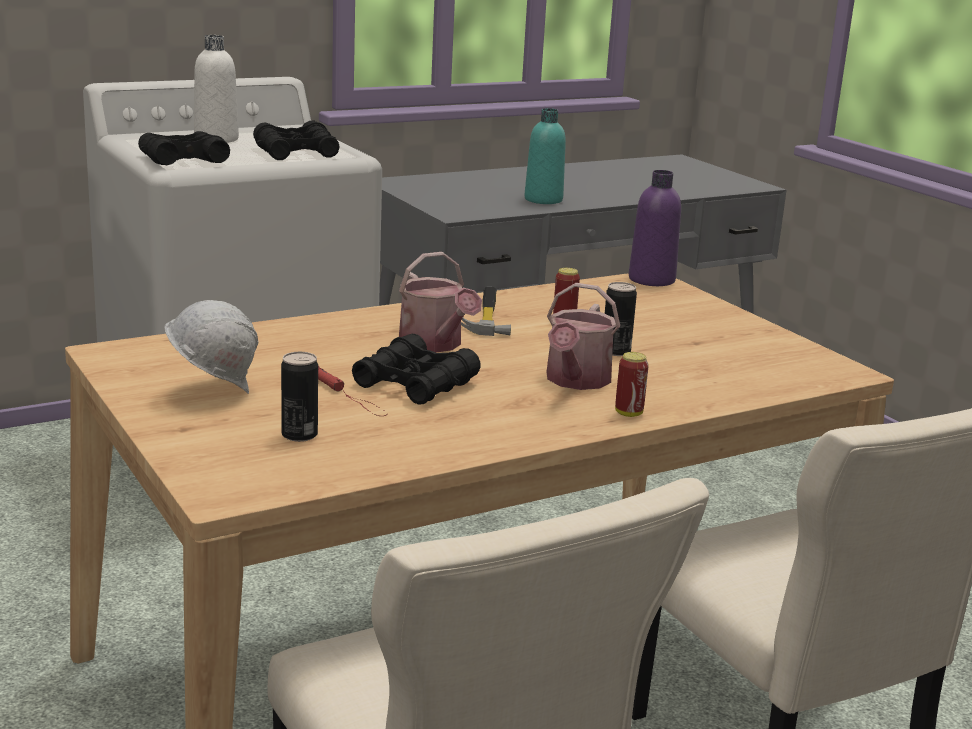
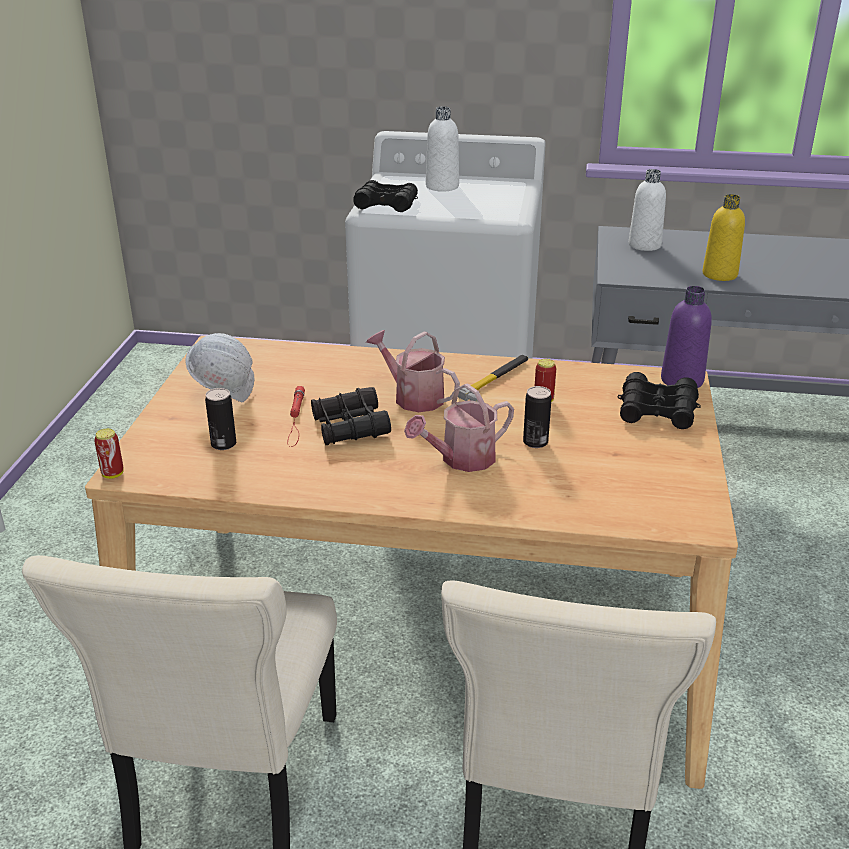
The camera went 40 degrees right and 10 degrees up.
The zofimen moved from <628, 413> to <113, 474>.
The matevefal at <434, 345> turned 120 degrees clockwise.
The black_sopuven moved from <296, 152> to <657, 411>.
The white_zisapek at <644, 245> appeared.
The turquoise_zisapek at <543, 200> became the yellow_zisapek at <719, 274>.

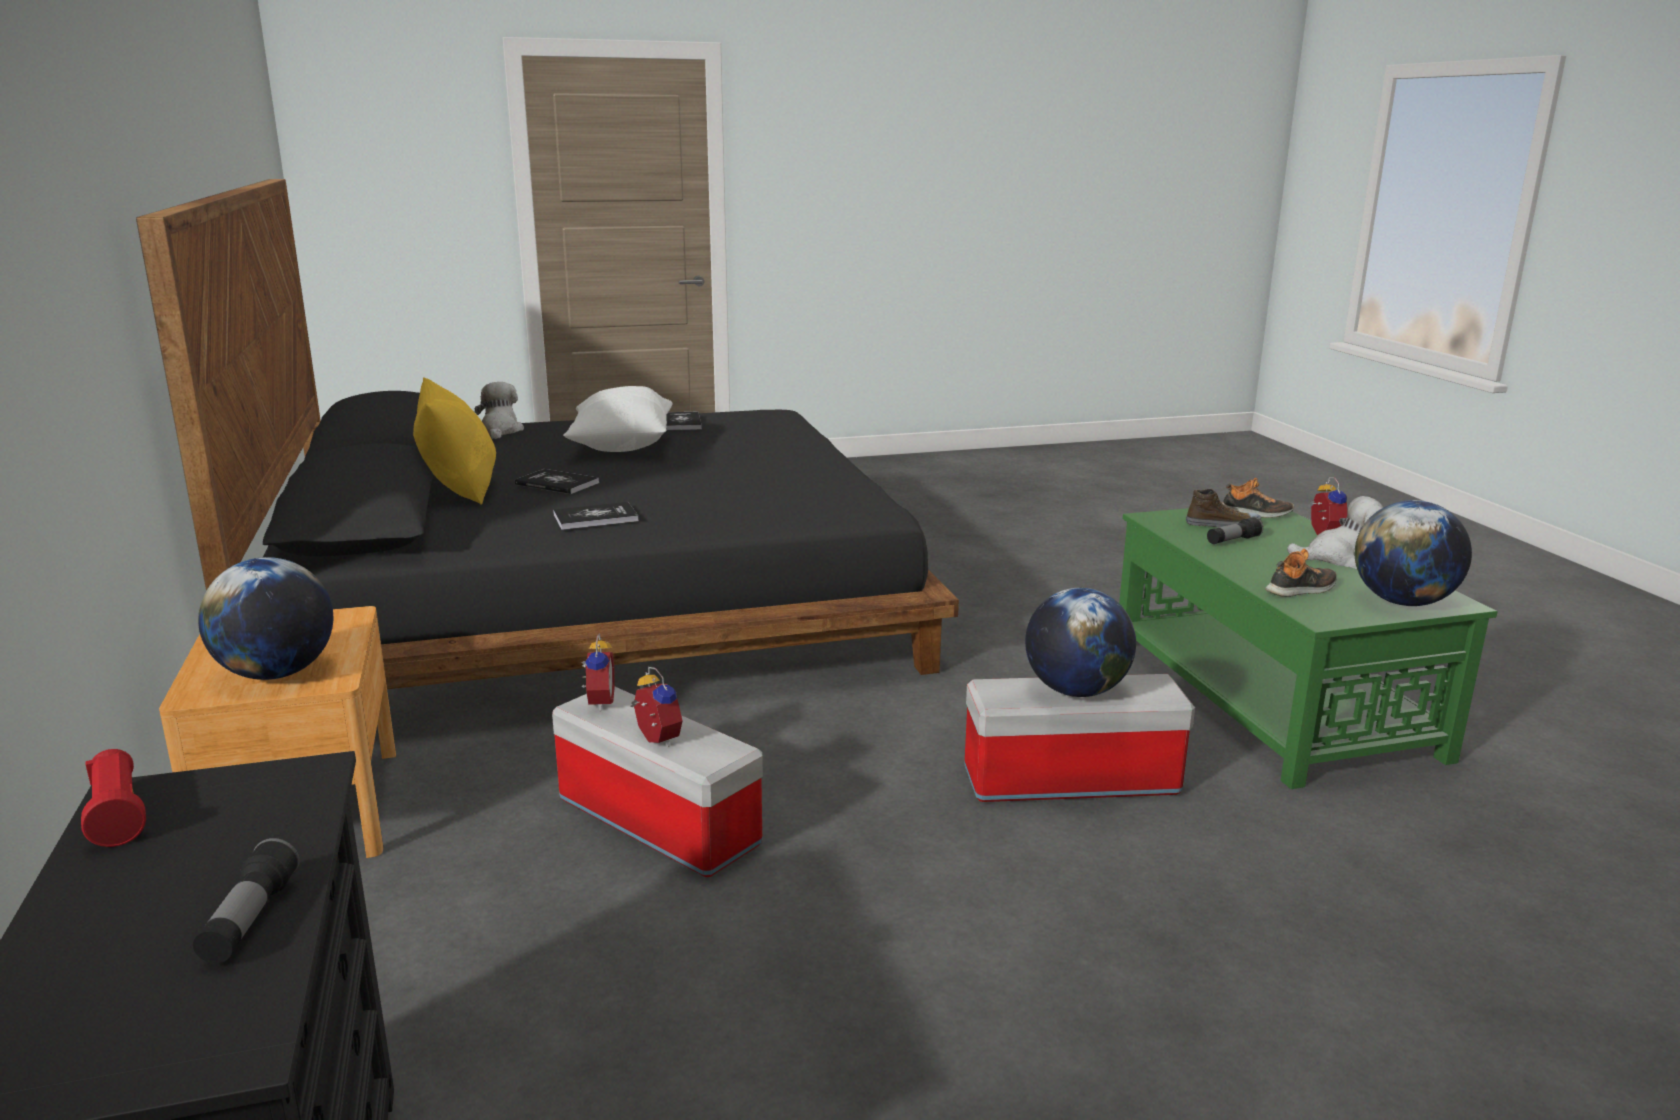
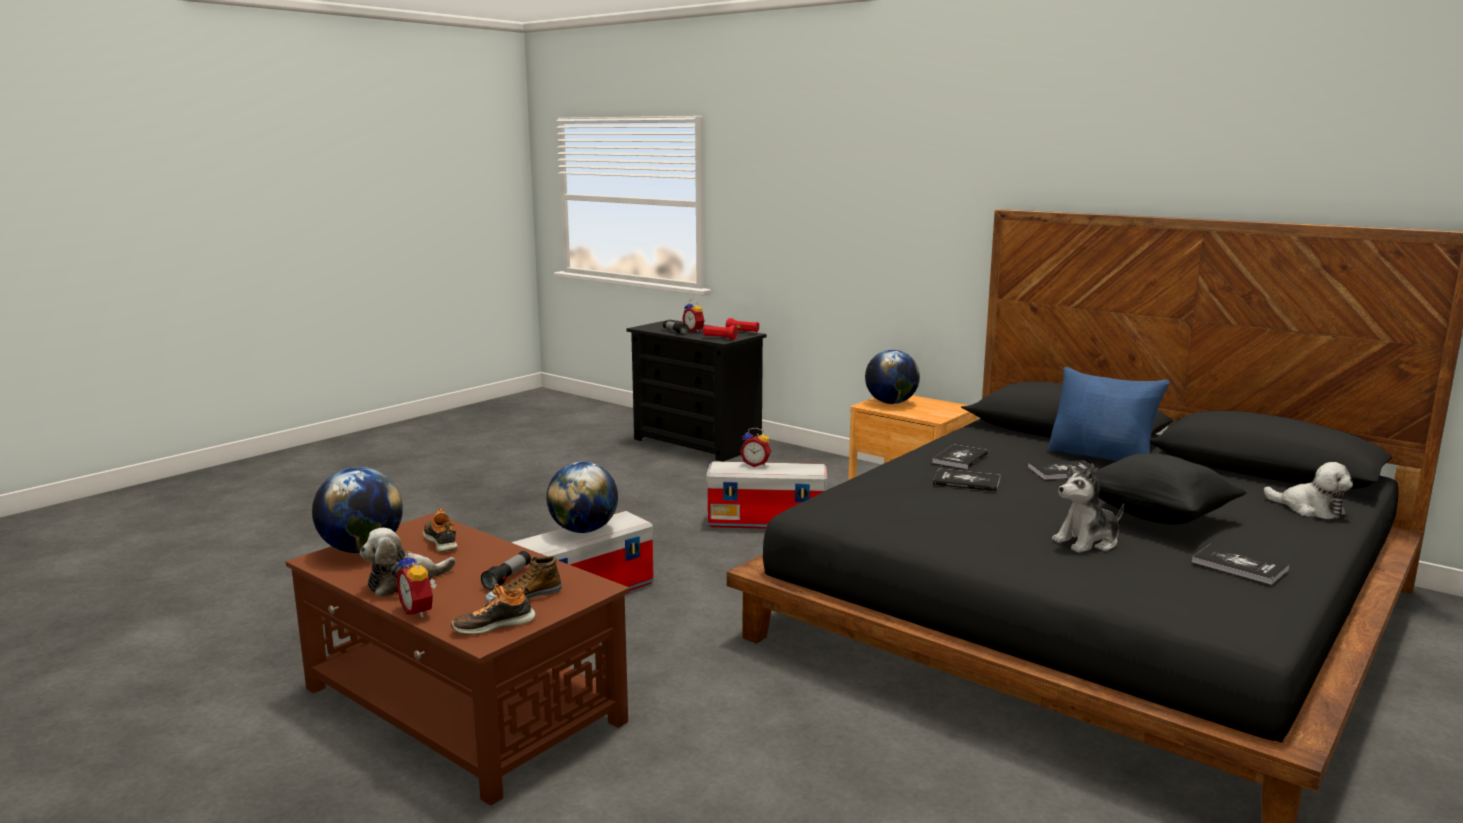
The camera went 145 degrees right and 5 degrees down.
The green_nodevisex at <1269, 696> became the brown_nodevisex at <463, 706>.
The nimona at <1302, 590> turned 120 degrees clockwise.
The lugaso moved from <597, 702> to <694, 330>.
The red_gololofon at <719, 338> appeared.
The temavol at <966, 482> appeared.
The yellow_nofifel at <460, 490> became the blue_nofifel at <1102, 457>.
The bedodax at <1087, 542> appeared.
The white_nofifel at <622, 447> became the black_nofifel at <1157, 517>.

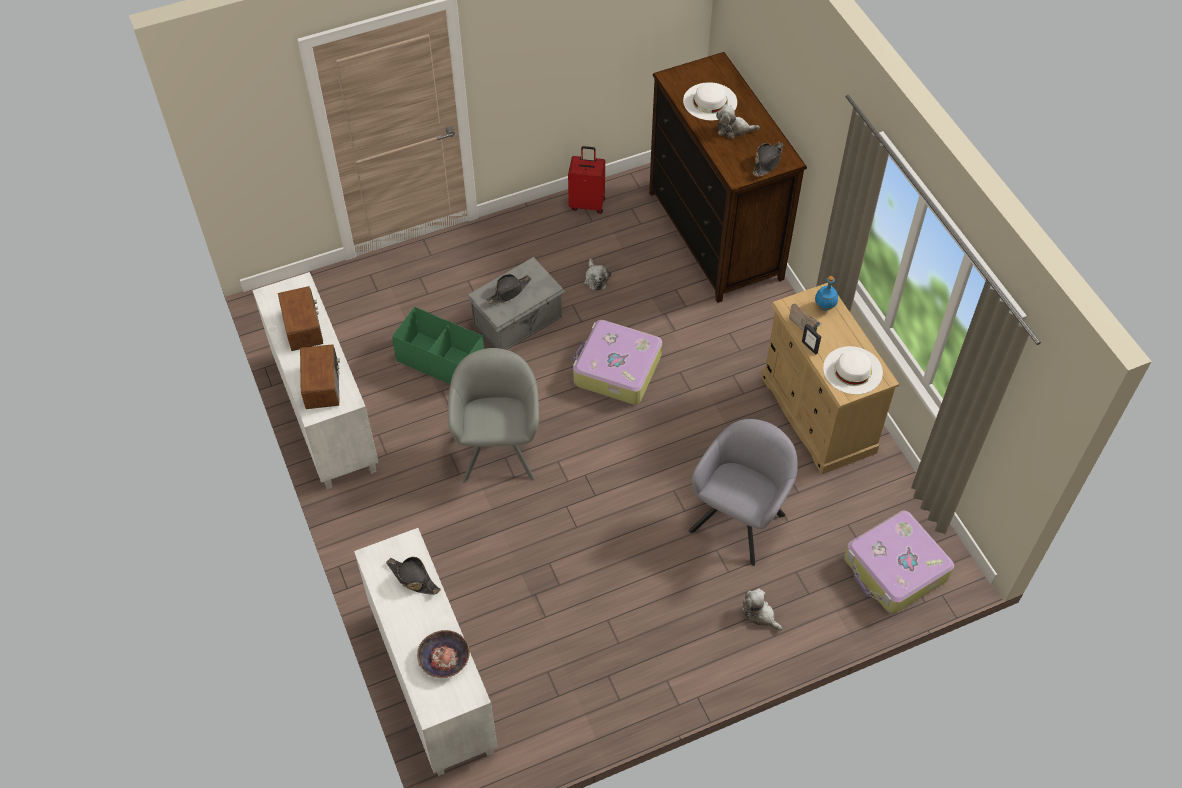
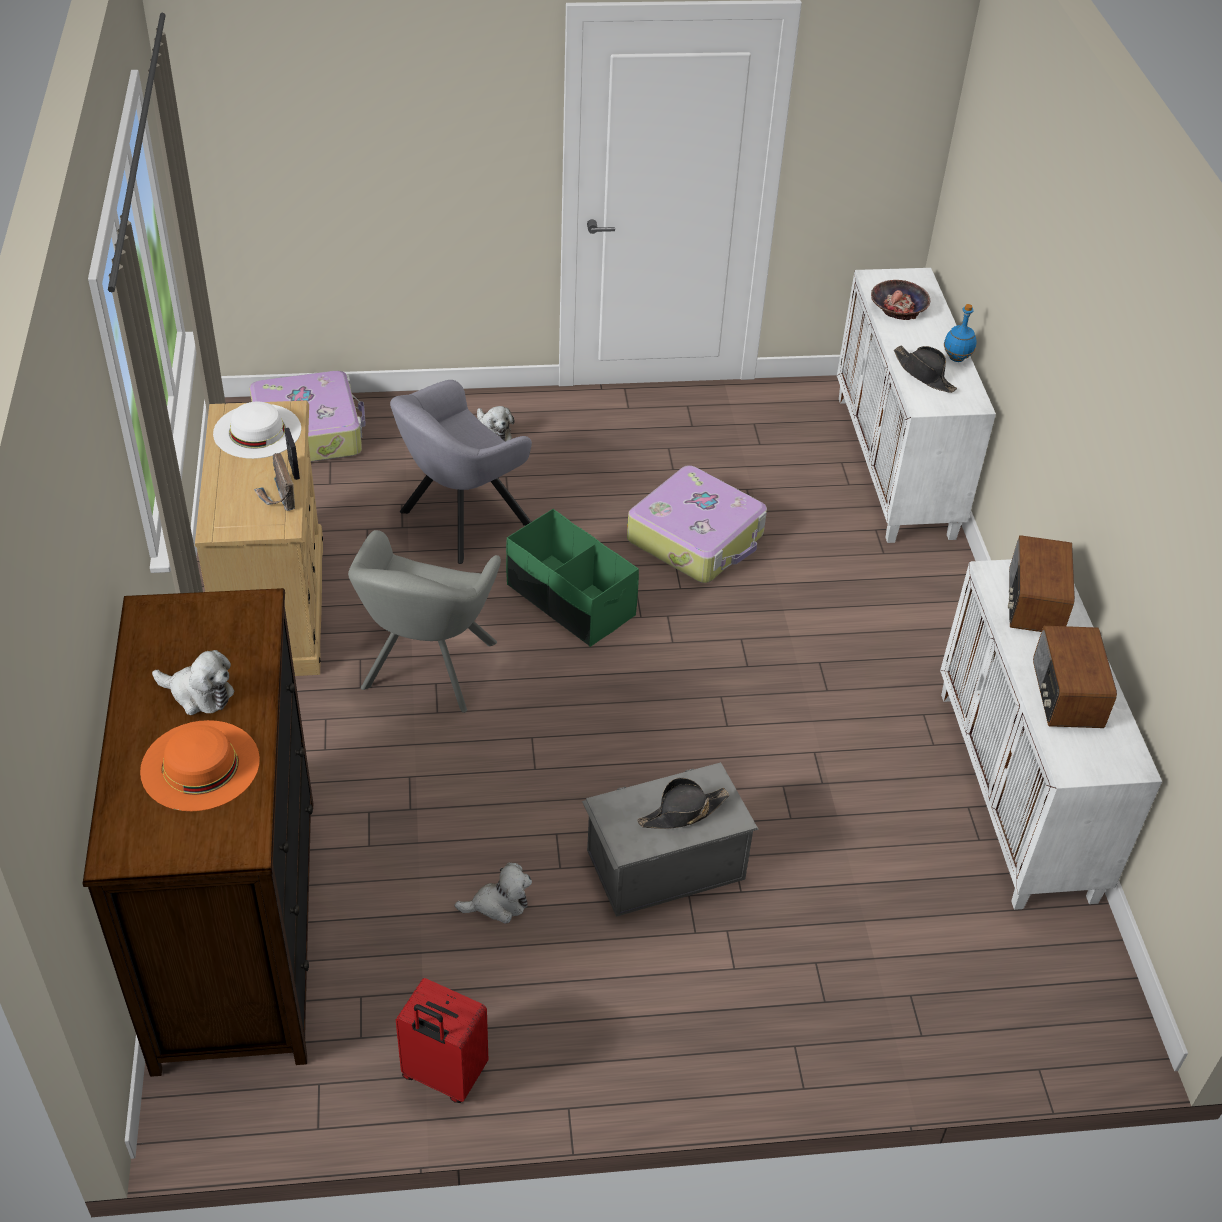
The camera went 165 degrees left and 10 degrees down.
The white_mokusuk at <710, 101> became the orange_mokusuk at <200, 765>.
The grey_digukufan moved from <498, 448> to <426, 670>.
The bedodax at <596, 279> turned 75 degrees clockwise.
The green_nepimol moved from <441, 361> to <570, 600>.
The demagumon moved from <616, 370> to <697, 538>.
The blue_zisapek moved from <824, 307> to <956, 358>.
The black_mokusuk at <767, 162> disappeared.

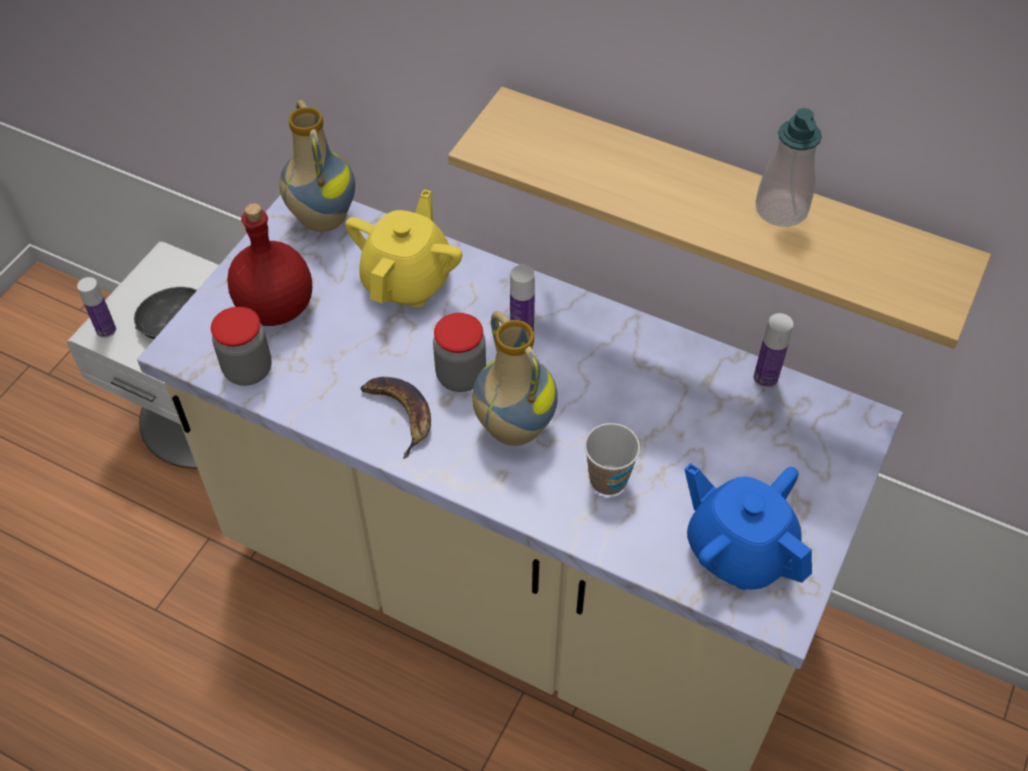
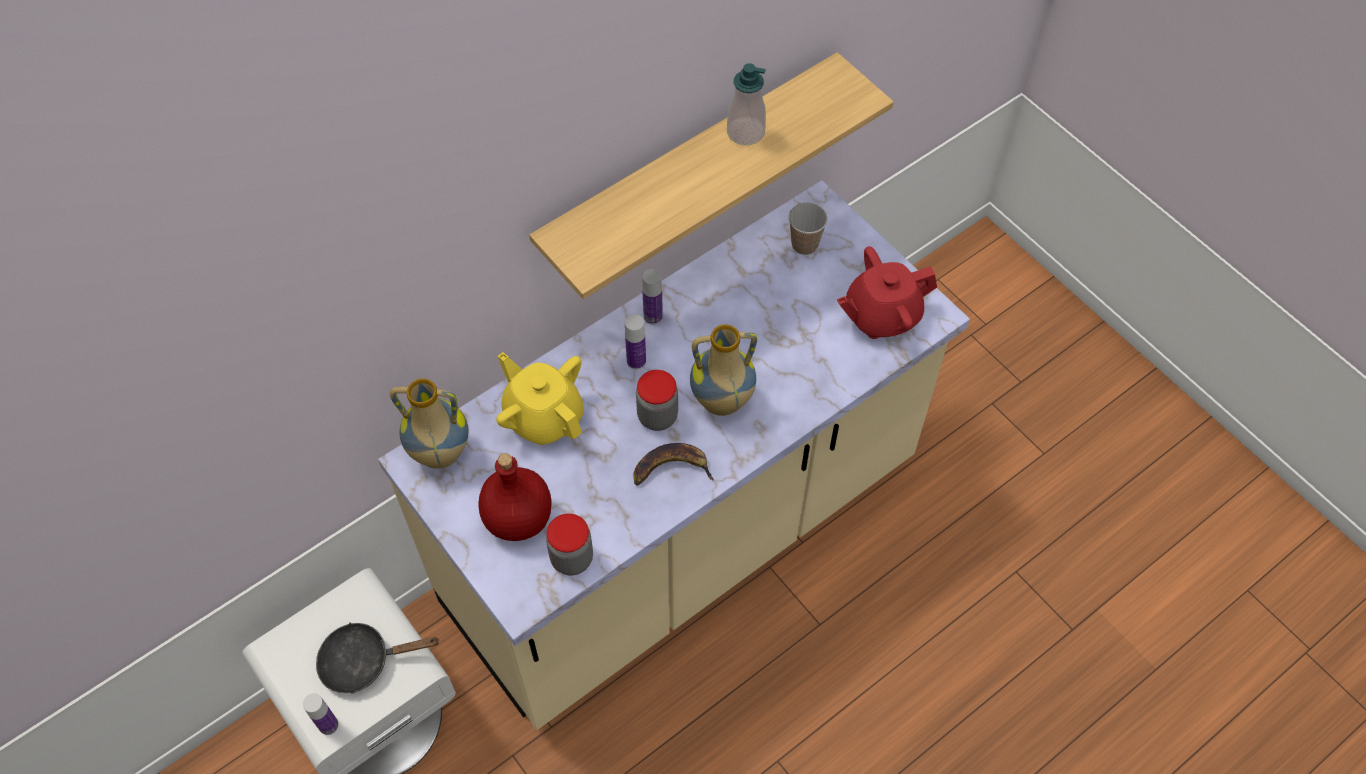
The camera went 65 degrees left and 5 degrees up.
The zisapek moved from <765, 378> to <653, 316>.
The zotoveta moved from <608, 480> to <804, 245>.
The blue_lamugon at <738, 550> became the red_lamugon at <881, 315>.

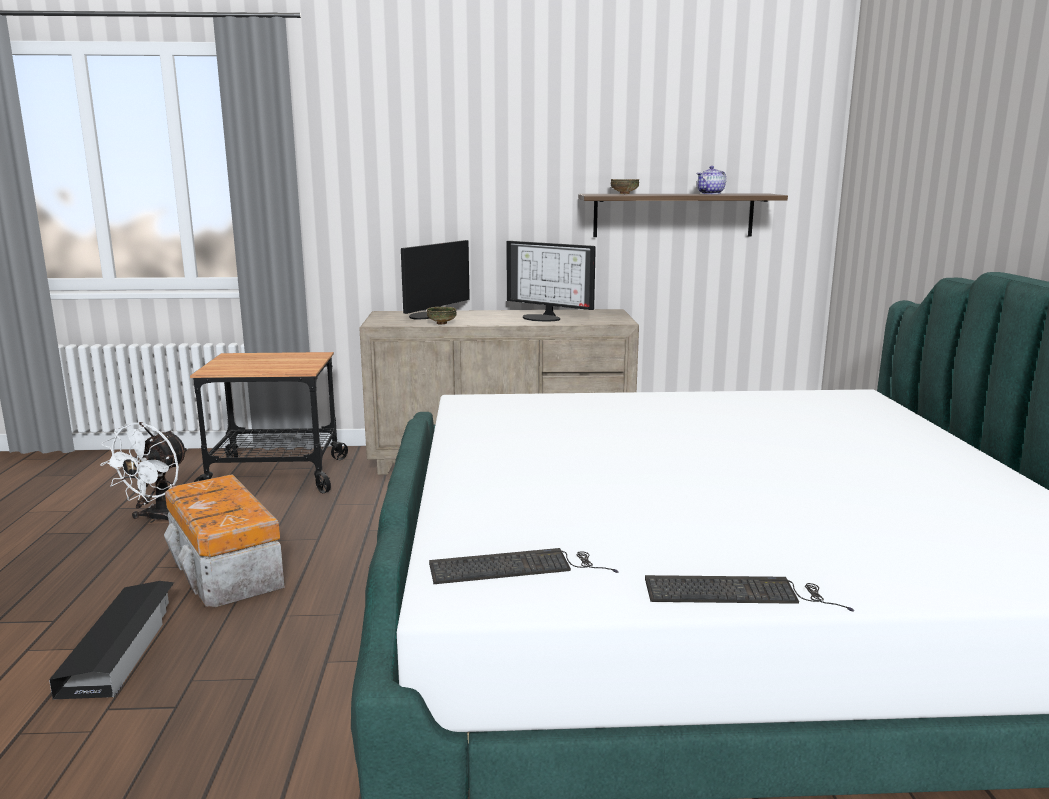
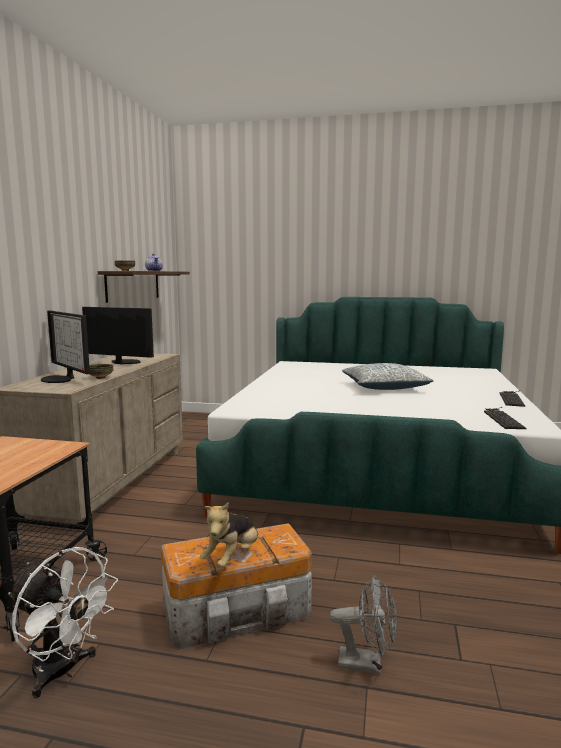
The camera went 75 degrees left and 5 degrees down.
The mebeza at <544, 317> turned 120 degrees counterclockwise.
The bedodax at <232, 557> appeared.
The black_nepimol at <121, 646> was replaced by the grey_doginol at <367, 663>.
The nofifel at <385, 387> appeared.

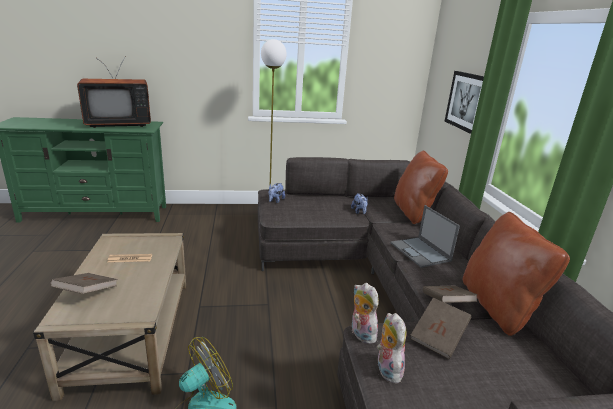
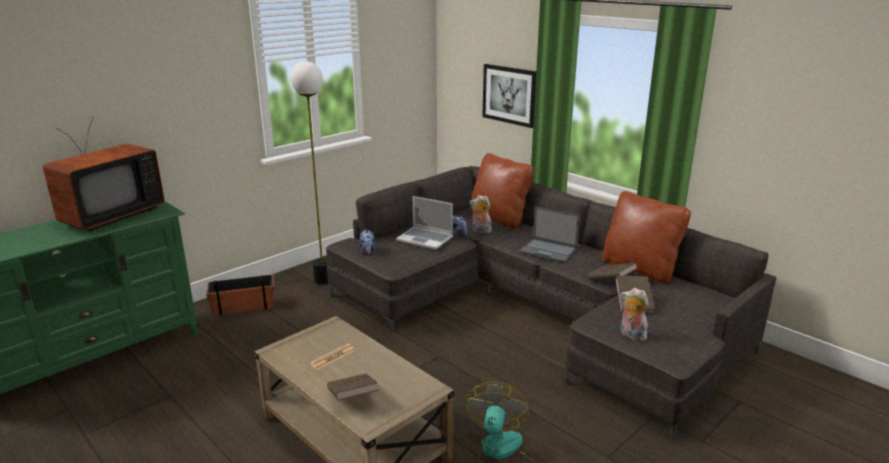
The camera went 35 degrees left and 0 degrees up.
The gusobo at <243, 306> appeared.
The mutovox at <426, 239> appeared.
The bedodax moved from <360, 334> to <480, 231>.

